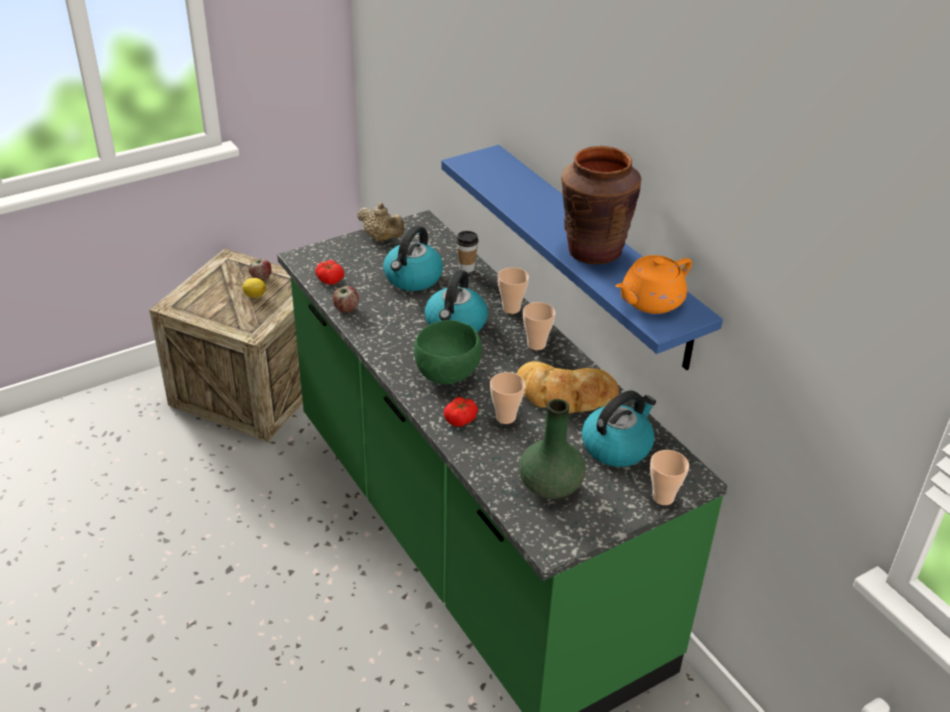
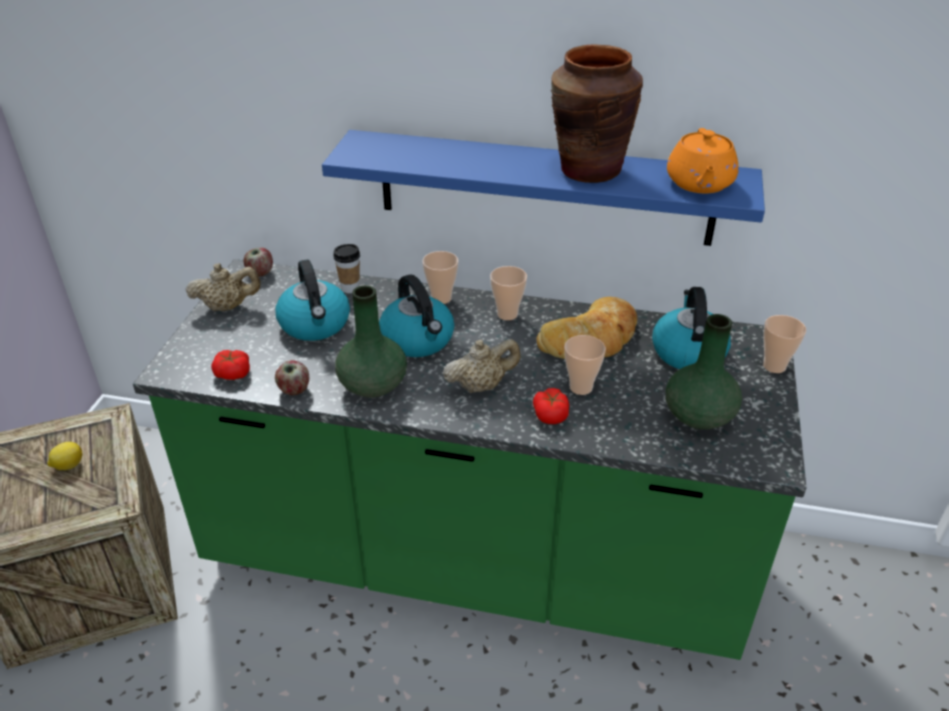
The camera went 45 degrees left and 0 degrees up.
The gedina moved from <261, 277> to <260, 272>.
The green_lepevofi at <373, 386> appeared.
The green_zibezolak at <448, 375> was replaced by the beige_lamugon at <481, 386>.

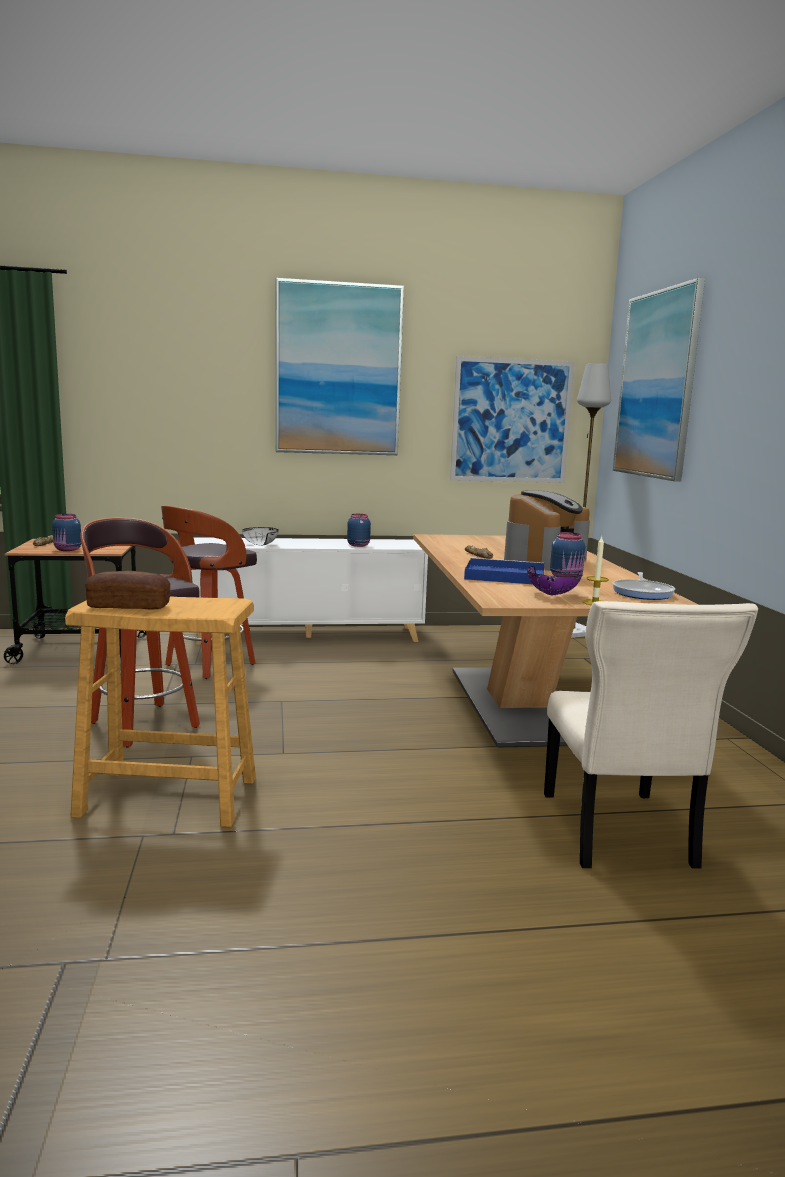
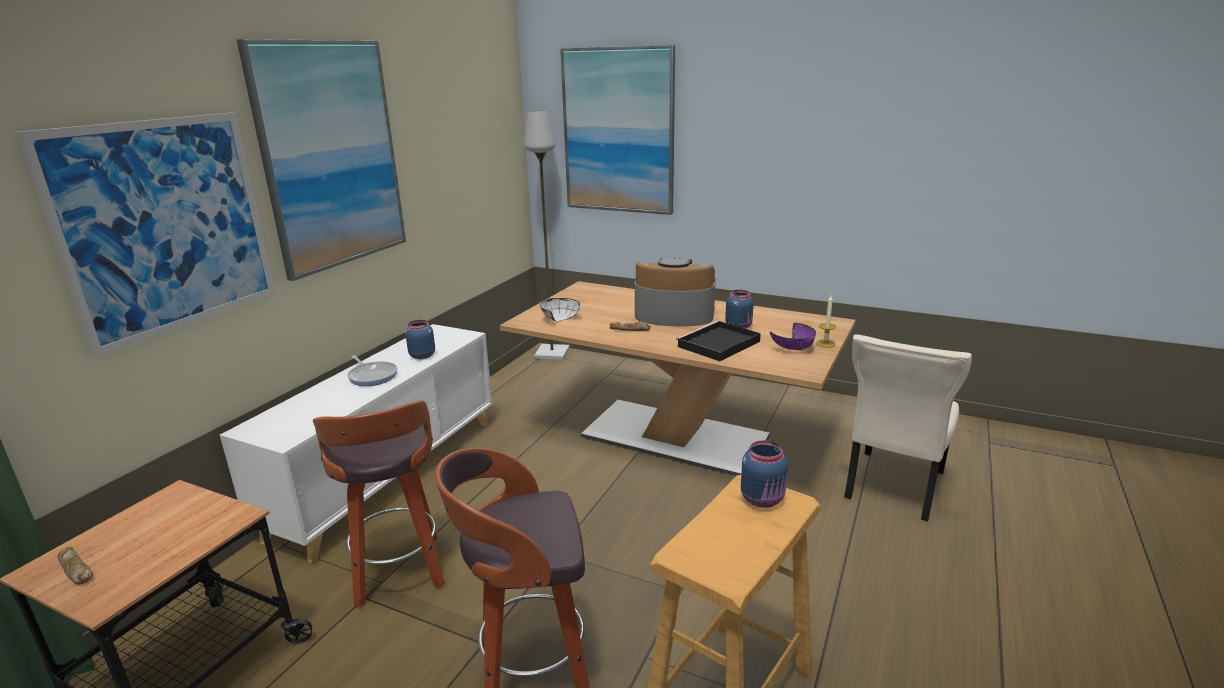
The camera went 55 degrees left and 10 degrees up.
The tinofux moved from <511, 421> to <167, 226>.
The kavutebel moved from <642, 593> to <372, 376>.
The white_zibezolak moved from <262, 544> to <558, 319>.
The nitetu at <544, 561> turned 60 degrees counterclockwise.
The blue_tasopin at <503, 576> became the black_tasopin at <718, 344>.
The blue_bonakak moved from <67, 550> to <763, 499>.
The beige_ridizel at <618, 833> turned 90 degrees clockwise.
The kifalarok at <129, 606> disappeared.

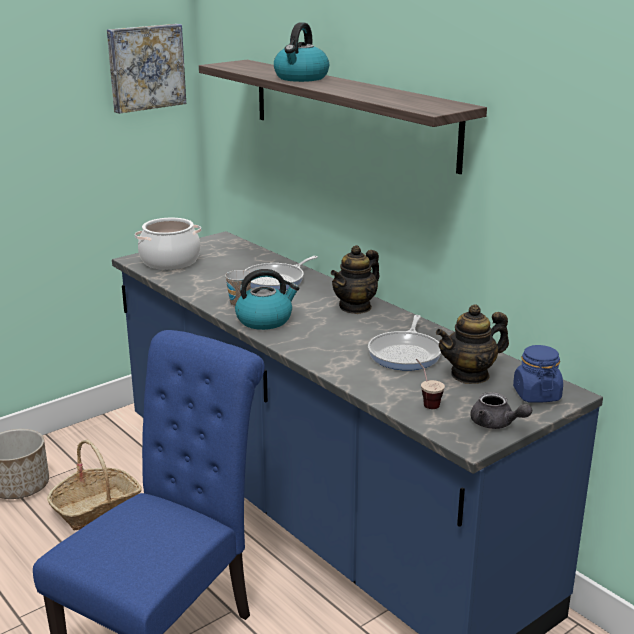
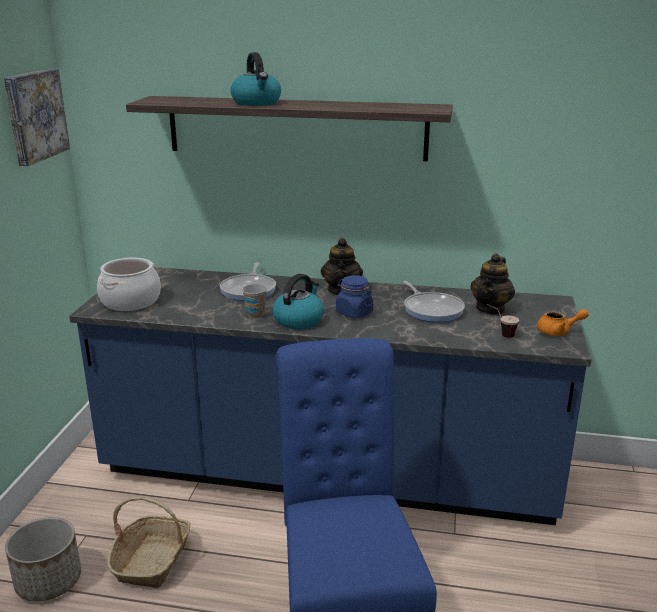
The camera went 40 degrees left and 0 degrees up.
The blue_bonakak moved from <536, 394> to <354, 312>.
The grey_lamugon at <496, 424> became the orange_lamugon at <558, 332>.

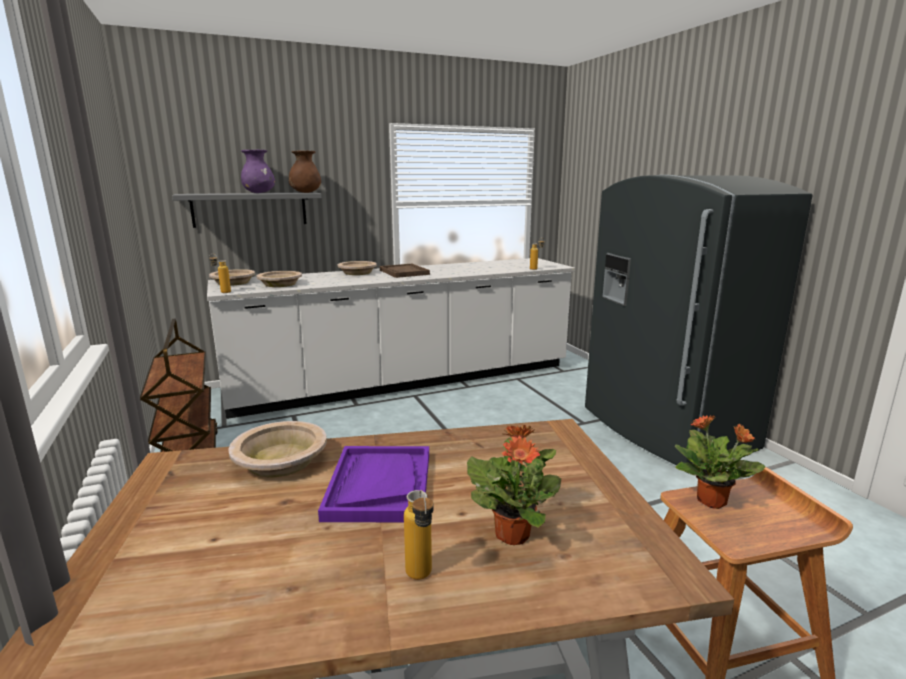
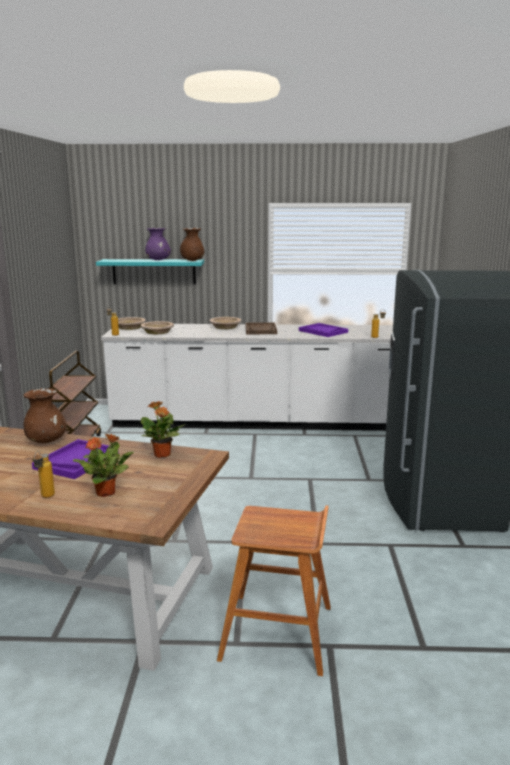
The camera went 25 degrees right and 0 degrees up.
The beige_zibezolak at <280, 461> was replaced by the brown_lepevofi at <46, 441>.
The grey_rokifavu at <250, 209> became the turquoise_rokifavu at <154, 271>.
The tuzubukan moved from <712, 501> to <162, 455>.
The purple_tasopin at <323, 331> appeared.

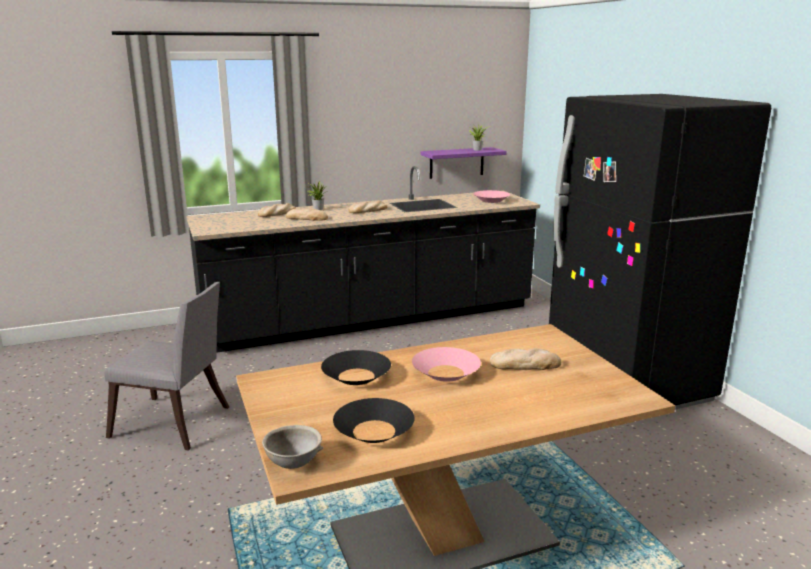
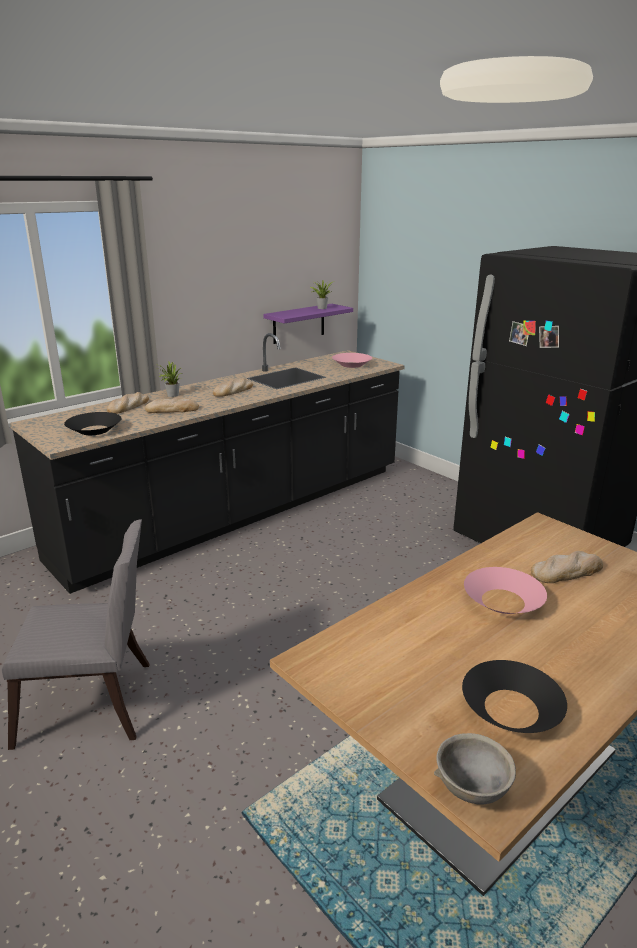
The camera went 20 degrees left and 5 degrees up.
The black_zibezolak moved from <356, 376> to <94, 430>.

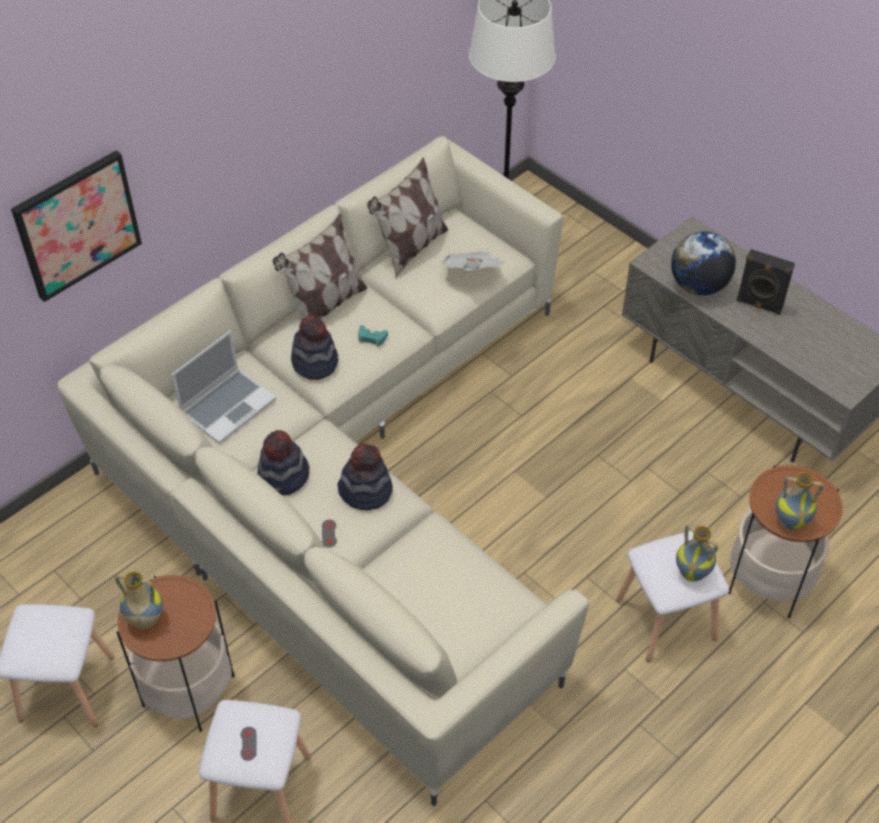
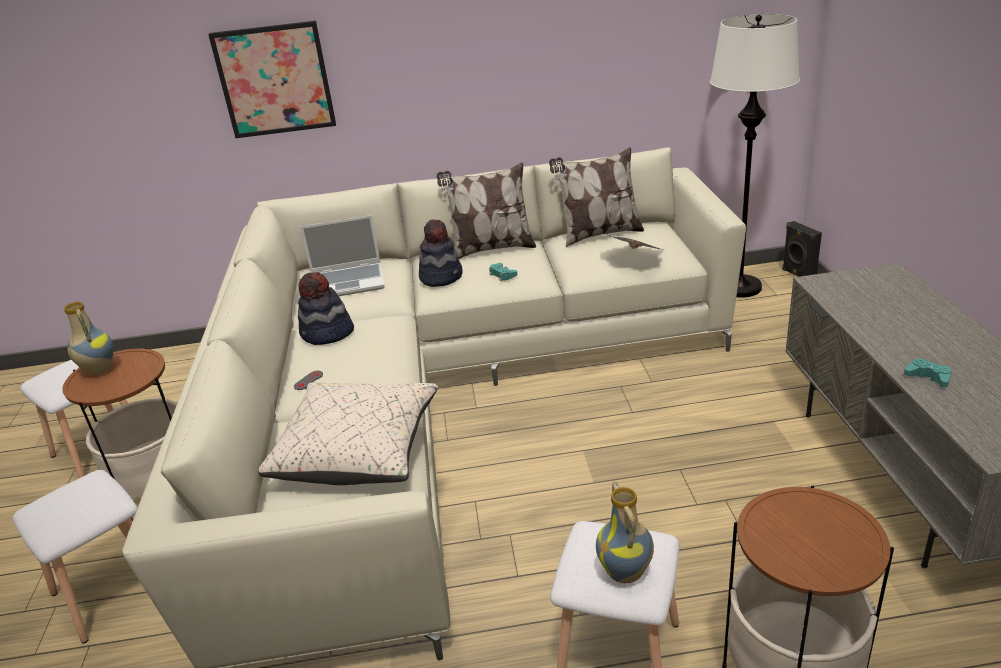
The camera went 40 degrees right and 20 degrees down.
The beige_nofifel at <358, 451> appeared.
The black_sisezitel moved from <759, 305> to <797, 275>.
The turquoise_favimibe at <928, 377> appeared.
The grey_favimibe at <248, 743> disappeared.
The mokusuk at <365, 491> disappeared.
The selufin at <698, 285> disappeared.
The lepevofi at <791, 520> disappeared.

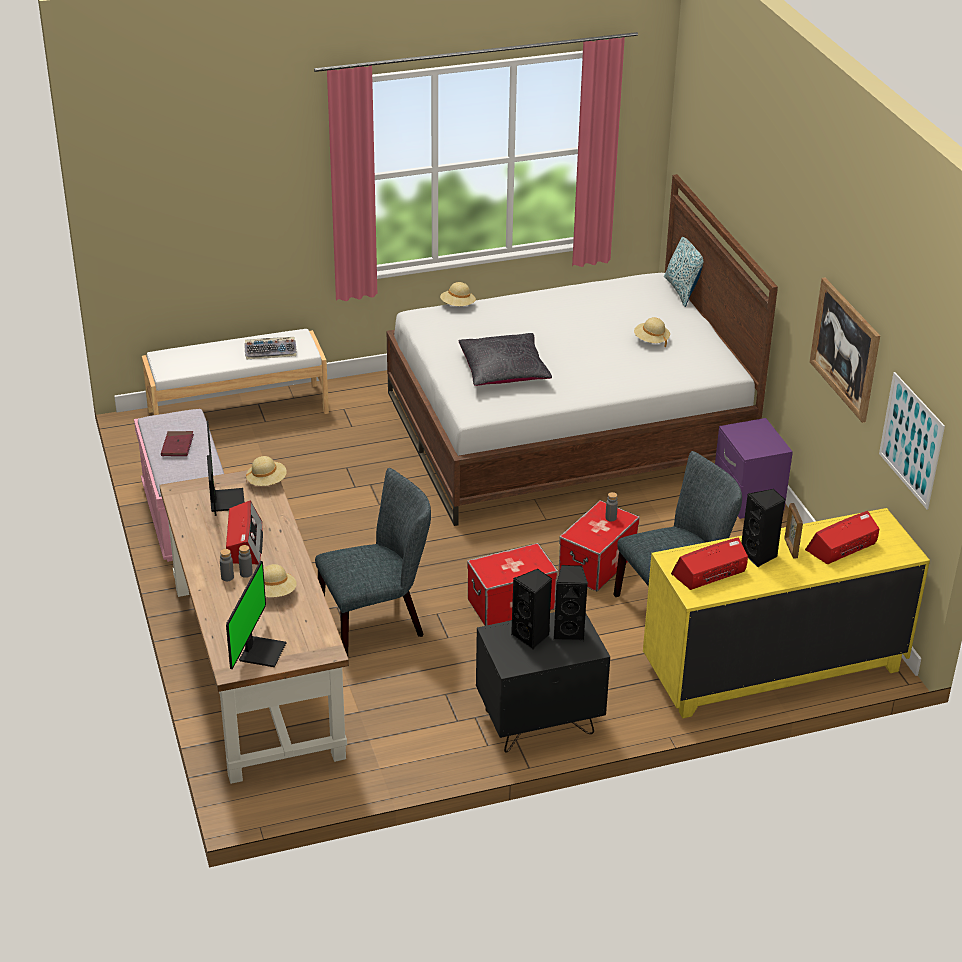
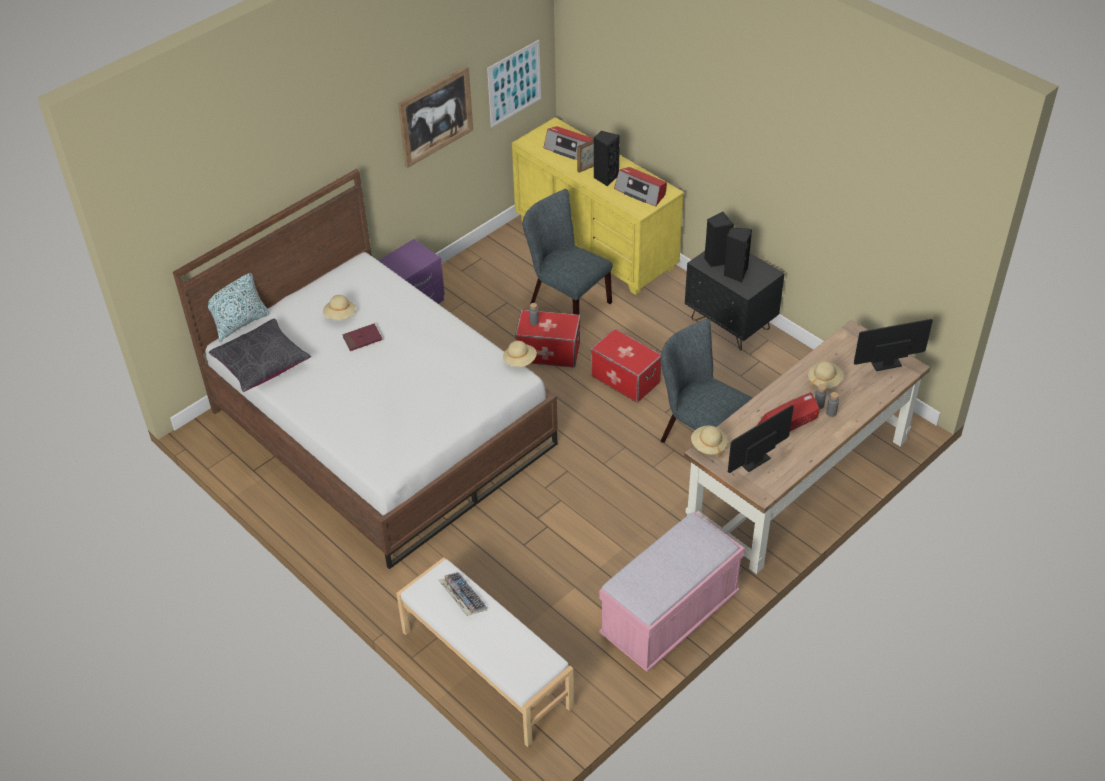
The camera went 115 degrees left and 10 degrees up.
The black_nofifel moved from <504, 371> to <261, 364>.
The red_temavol moved from <177, 446> to <362, 339>.
The beige_mokusuk moved from <457, 305> to <520, 361>.

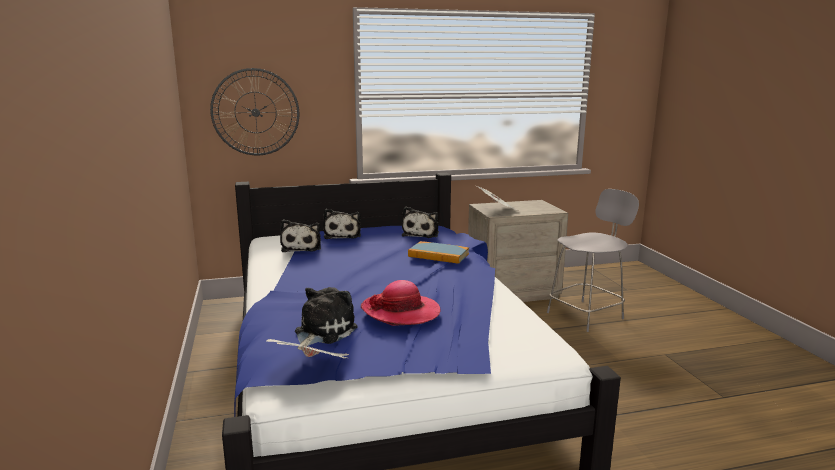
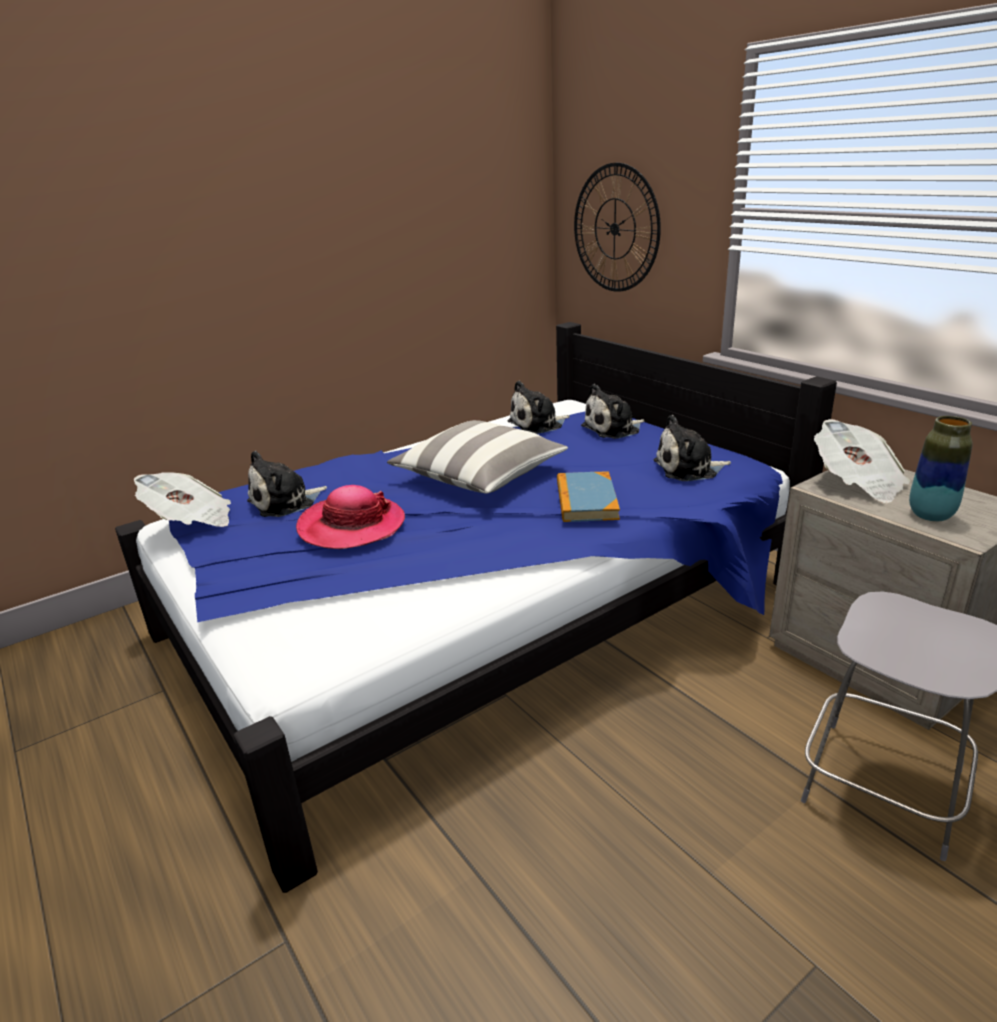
The camera went 70 degrees right and 10 degrees up.
The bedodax at <322, 332> turned 135 degrees clockwise.
The nofifel at <480, 477> appeared.
The lepevofi at <930, 515> appeared.

